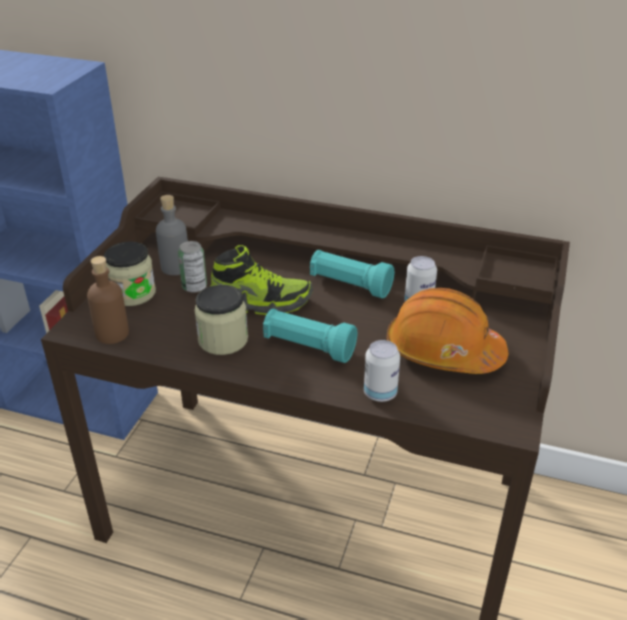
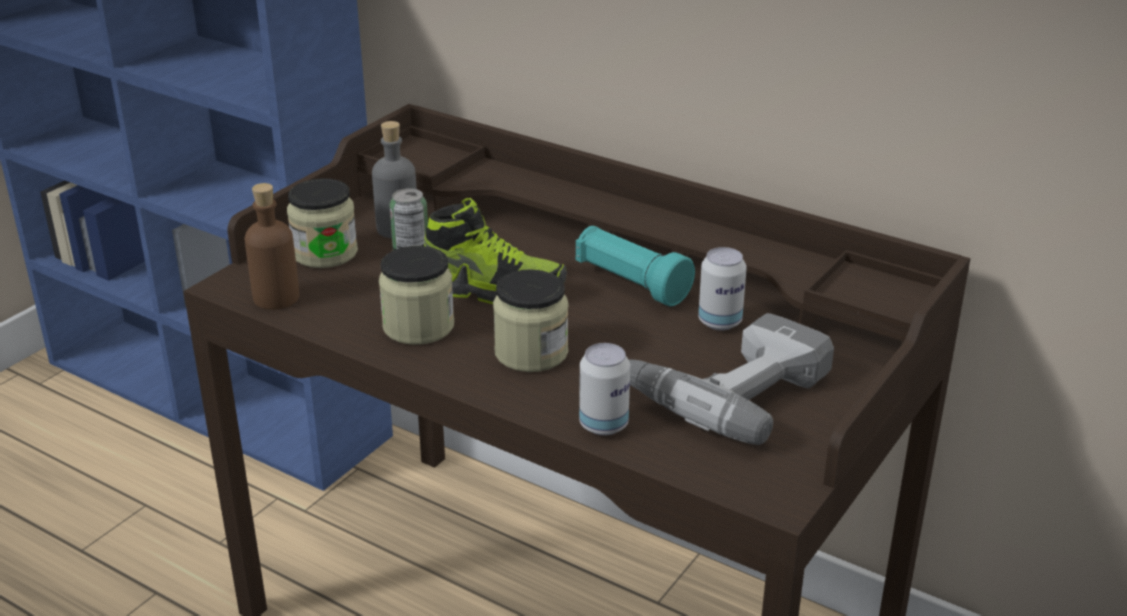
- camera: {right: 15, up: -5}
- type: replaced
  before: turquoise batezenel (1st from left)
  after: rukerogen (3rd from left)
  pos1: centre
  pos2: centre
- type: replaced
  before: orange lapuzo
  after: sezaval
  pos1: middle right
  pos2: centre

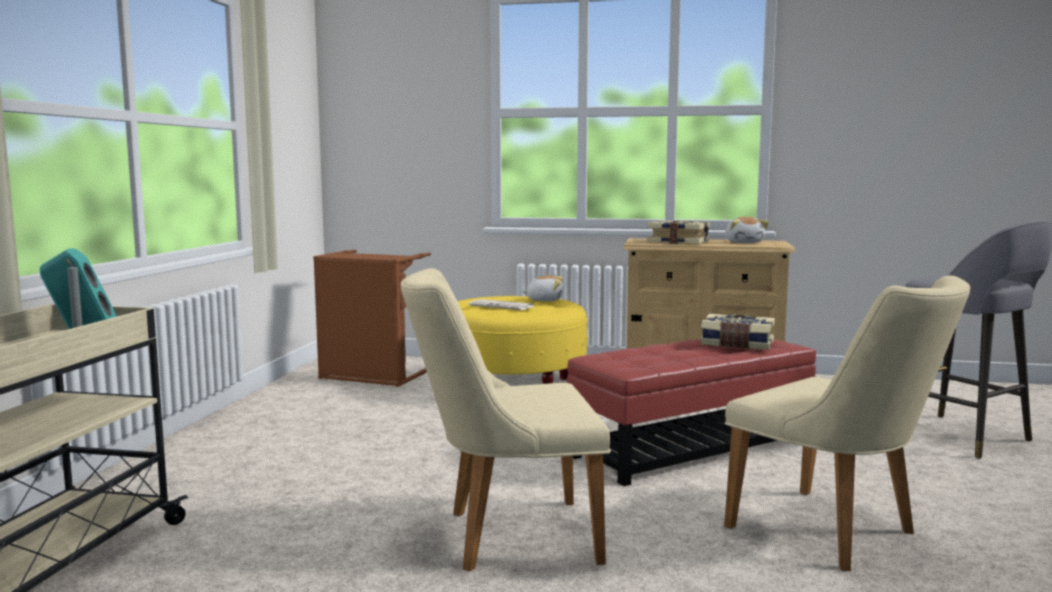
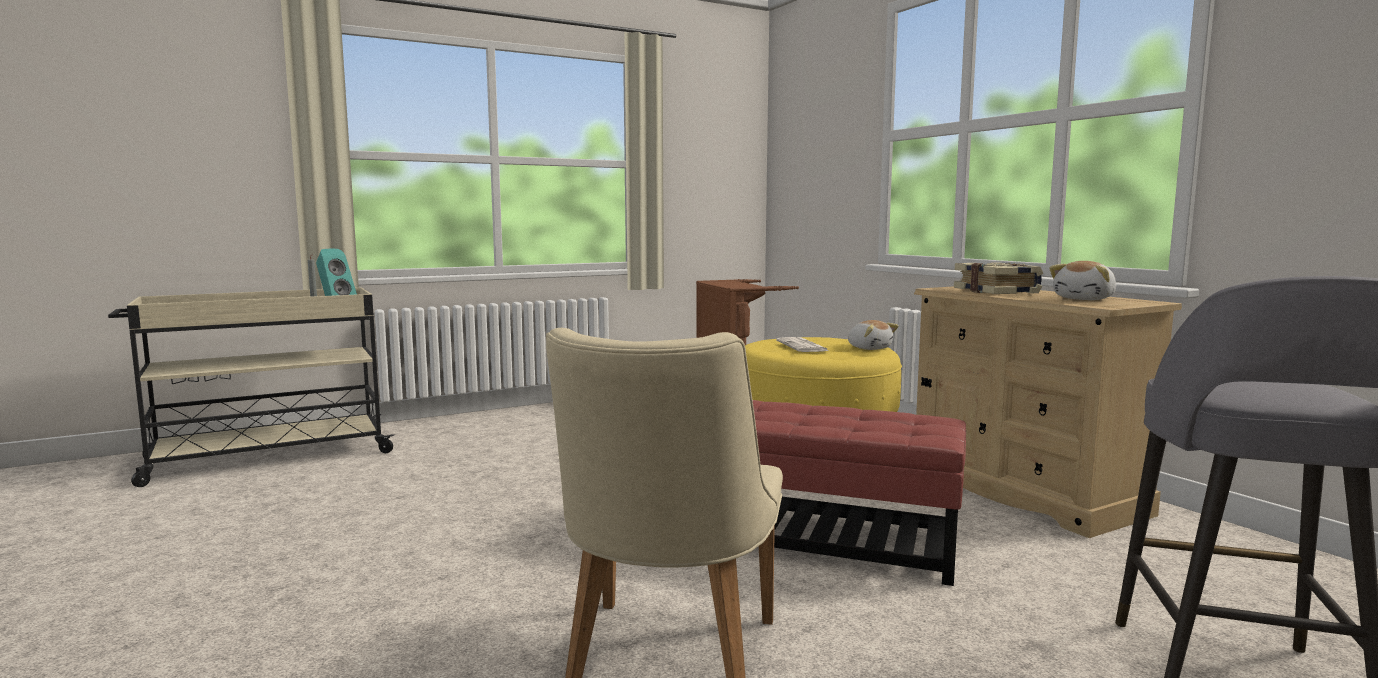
- camera: {right: 50, up: 0}
- type: removed
  before: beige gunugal (1st from left)
  pos1: bottom centre
- type: removed
  before: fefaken (2nd from left)
  pos1: middle right

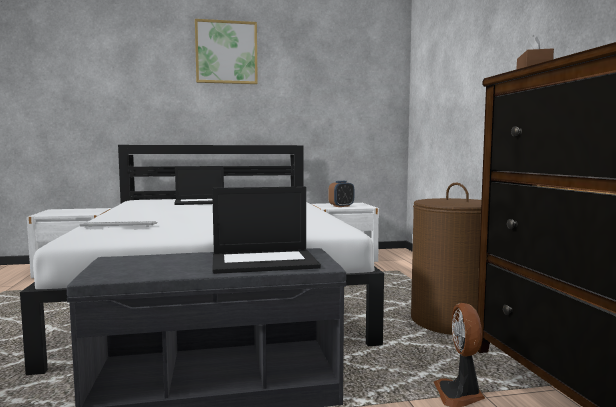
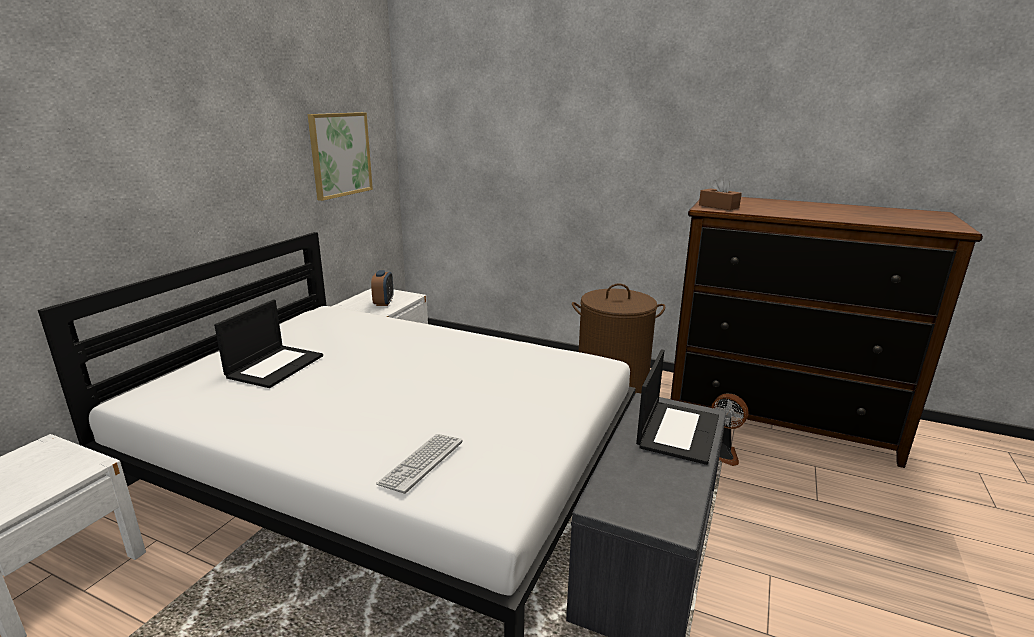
- camera: {right: -55, up: 15}
- type: moved
  before: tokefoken
  pos1: top centre
  pos2: top left

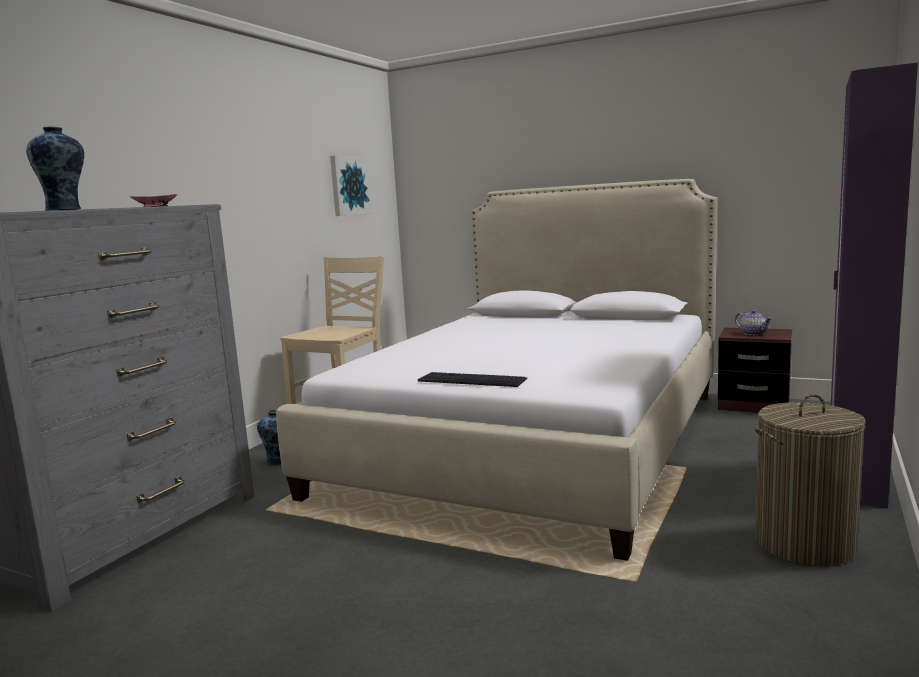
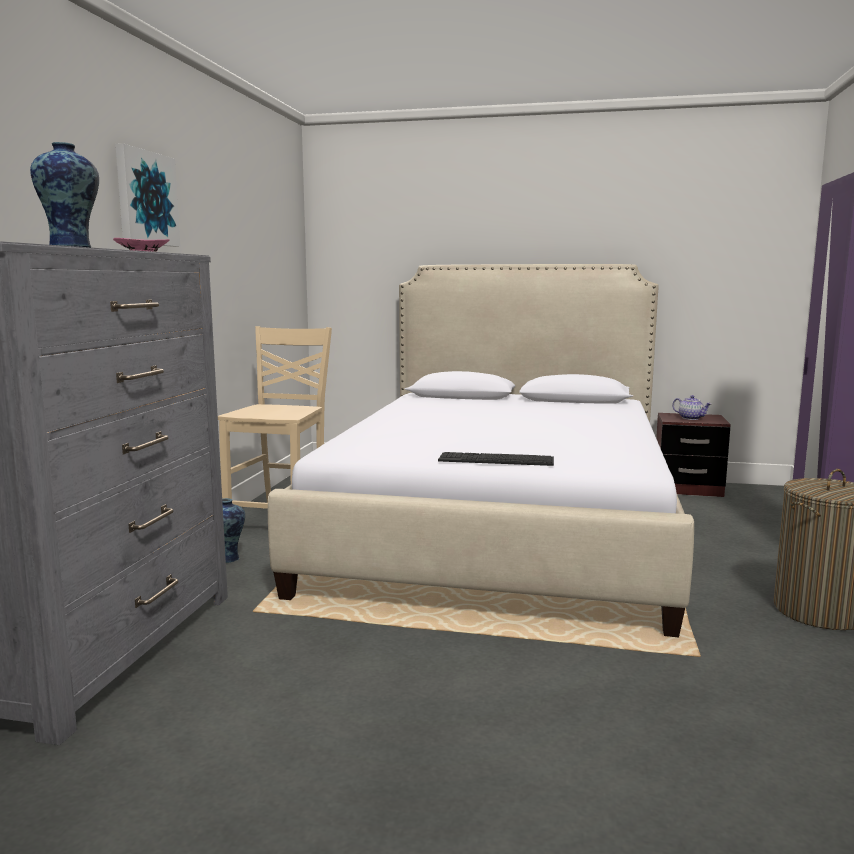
- camera: {right: -15, up: 0}
- type: moved
  before: tokefoken
  pos1: top centre
  pos2: top left

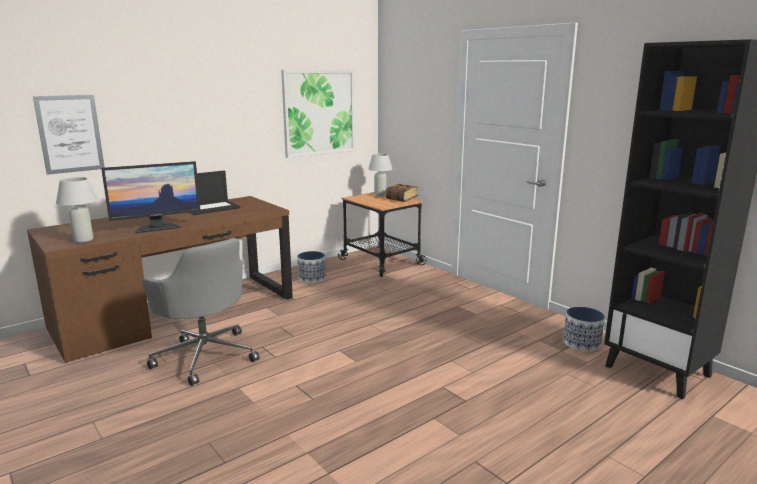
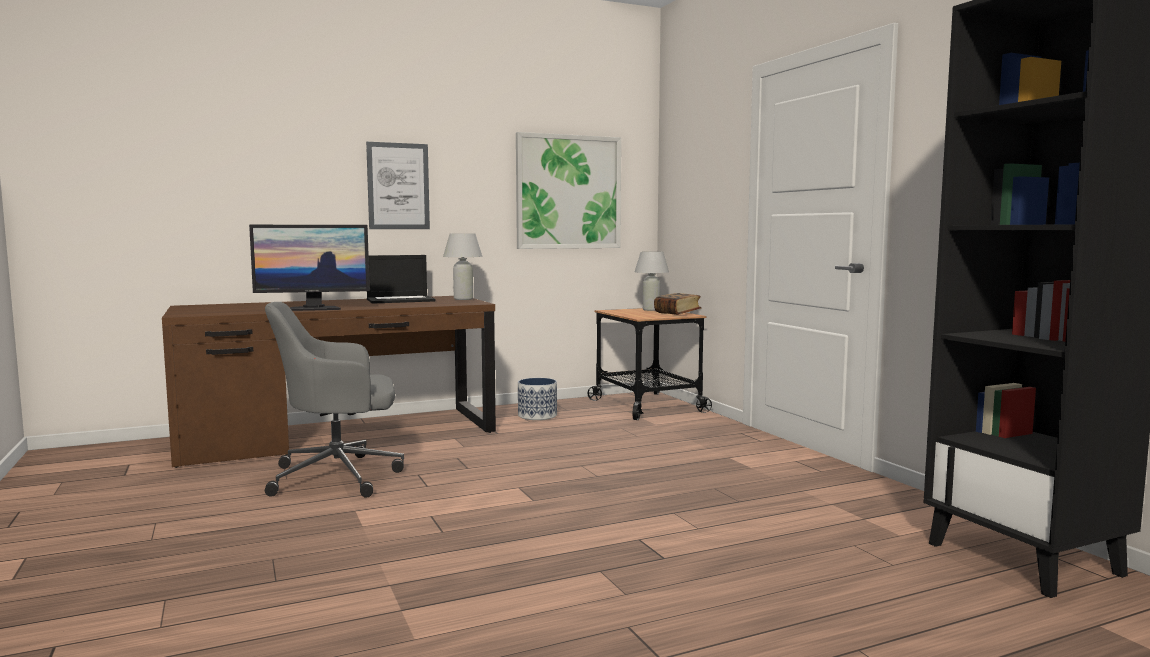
- camera: {right: 15, up: -10}
- type: moved
  before: tokefoken (1st from left)
  pos1: top left
  pos2: top centre
- type: moved
  before: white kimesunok (1st from left)
  pos1: middle left
  pos2: centre
- type: turned
  before: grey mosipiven
  pos1: middle left
  pos2: middle left
  turn: 105
- type: removed
  before: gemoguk (2nd from left)
  pos1: bottom right

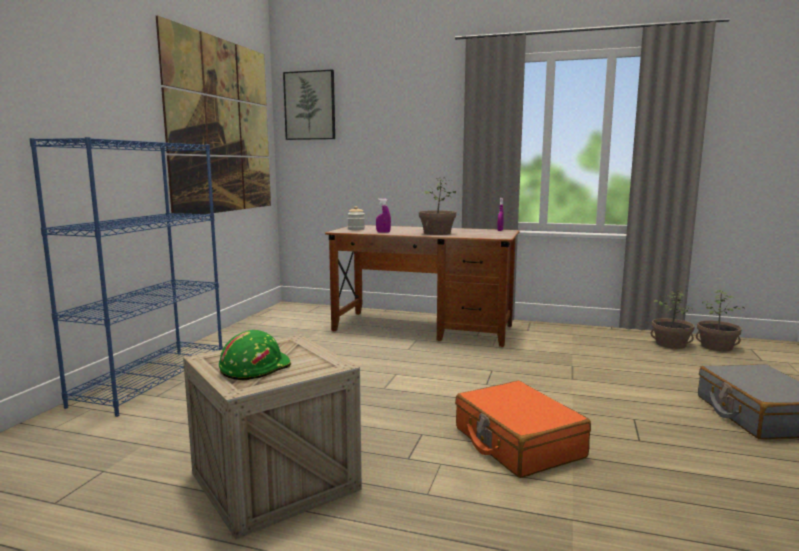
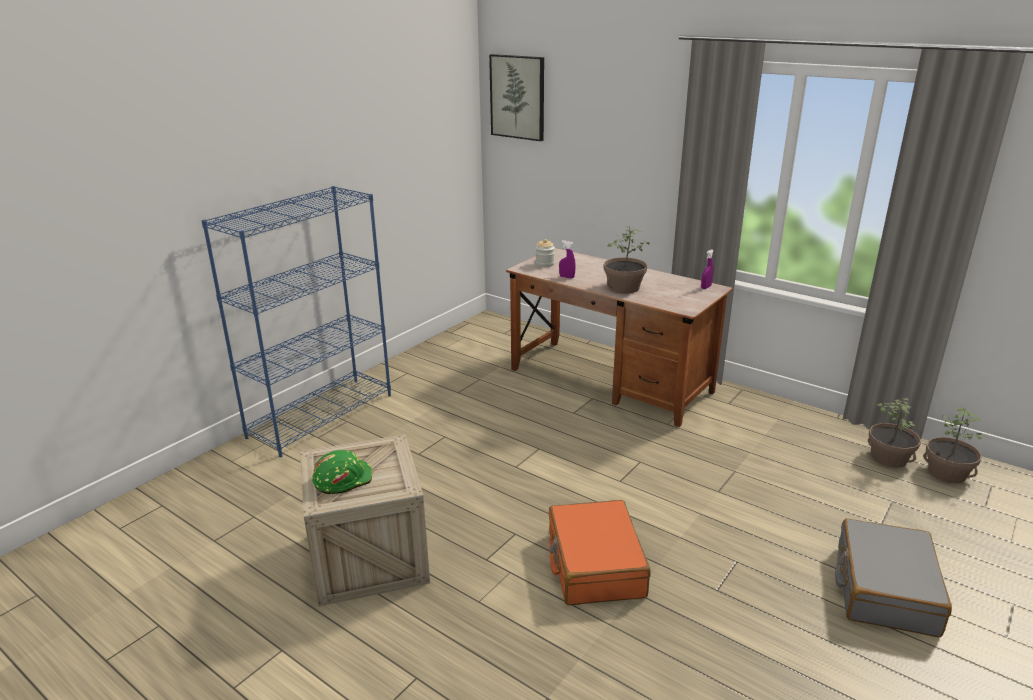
- camera: {right: 20, up: 15}
- type: removed
  before: tokefoken (1st from left)
  pos1: top left

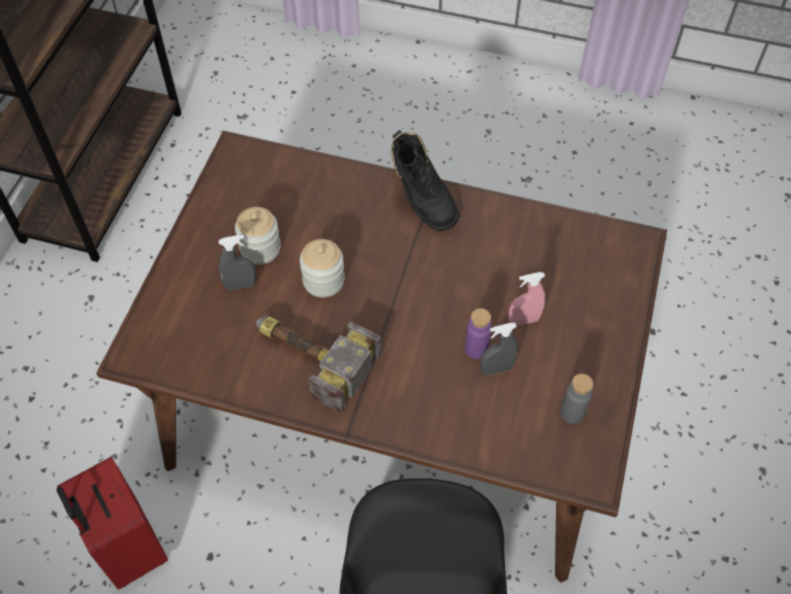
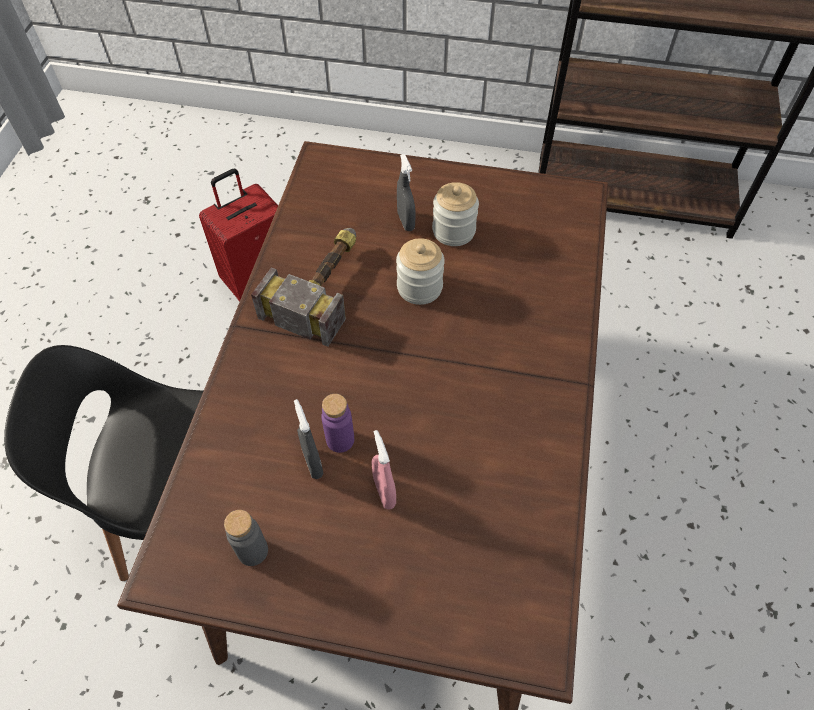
- camera: {right: 85, up: 0}
- type: removed
  before: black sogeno
  pos1: top centre

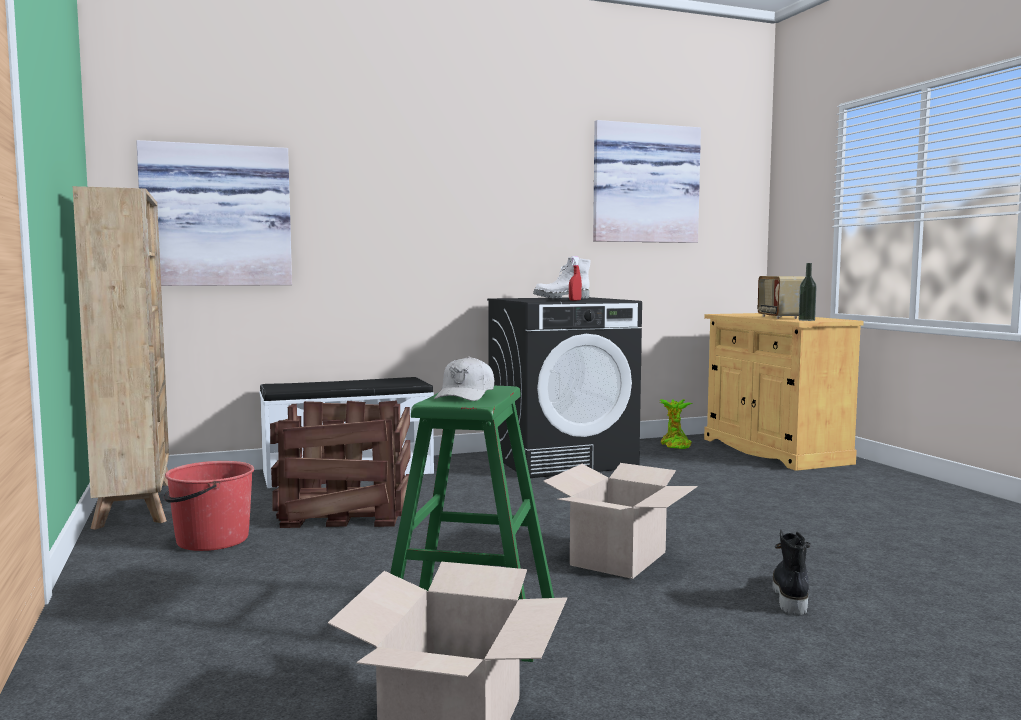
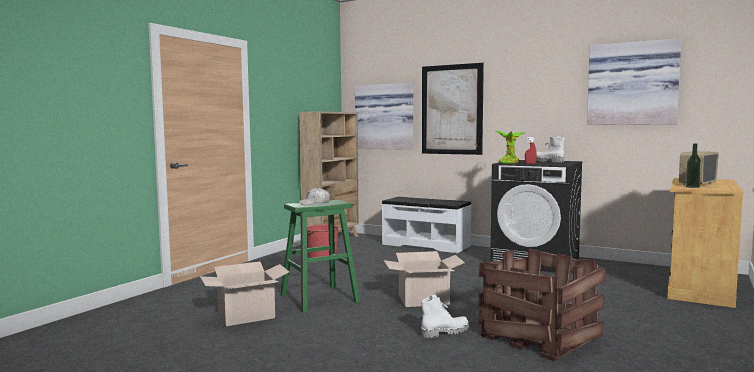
- camera: {right: 50, up: 0}
- type: moved
  before: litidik
  pos1: middle left
  pos2: bottom right
- type: moved
  before: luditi
  pos1: centre
  pos2: middle right
- type: recoloured
  before: black sogeno
  after: white sogeno (1st from left)
  pos1: bottom right
  pos2: bottom centre
- type: added
  after: tokefoken (2nd from left)
  pos2: top centre

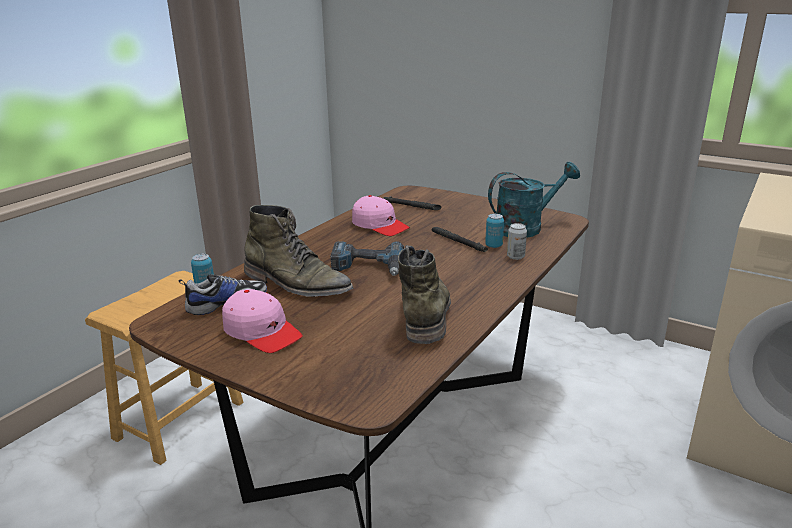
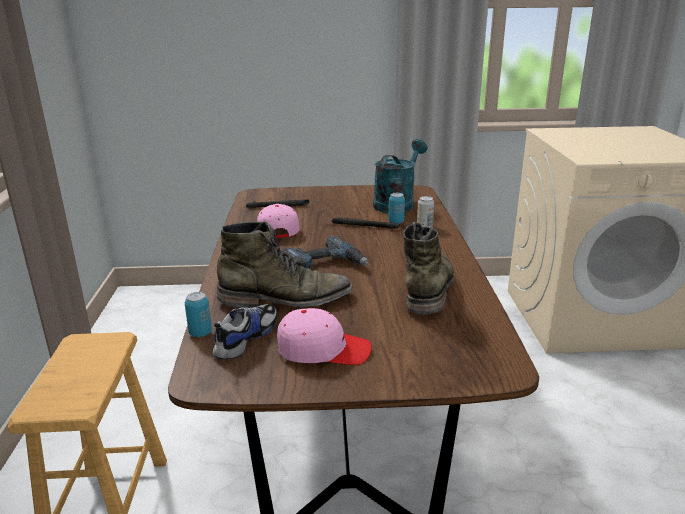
- camera: {right: -35, up: 0}
- type: turned
  before: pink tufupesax (2nd from left in the first image)
  pos1: centre
  pos2: centre
  turn: -105
- type: turned
  before: green sogeno (2nd from left)
  pos1: centre
  pos2: centre
  turn: 45

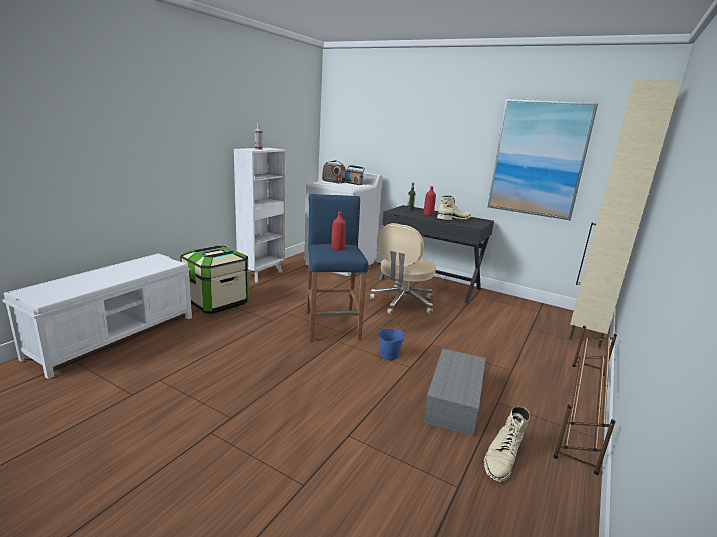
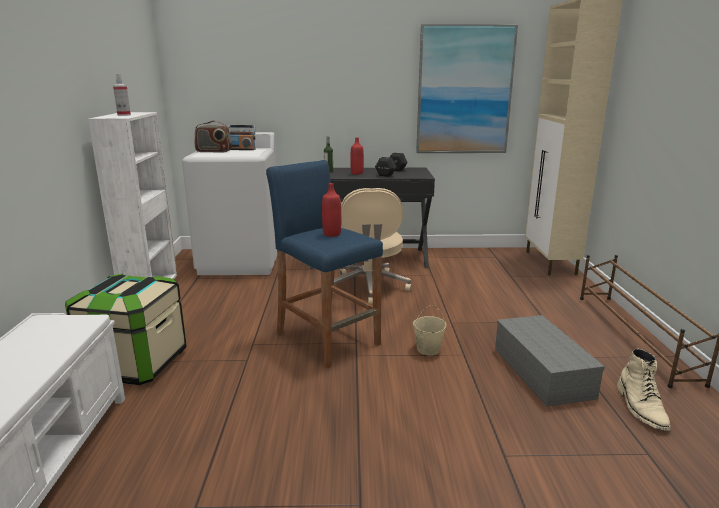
- camera: {right: -30, up: 0}
- type: recoloured
  before: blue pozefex
  after: beige pozefex
  pos1: centre
  pos2: centre
- type: replaced
  before: beige sogeno (1st from left)
  after: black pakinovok
  pos1: centre
  pos2: top centre

